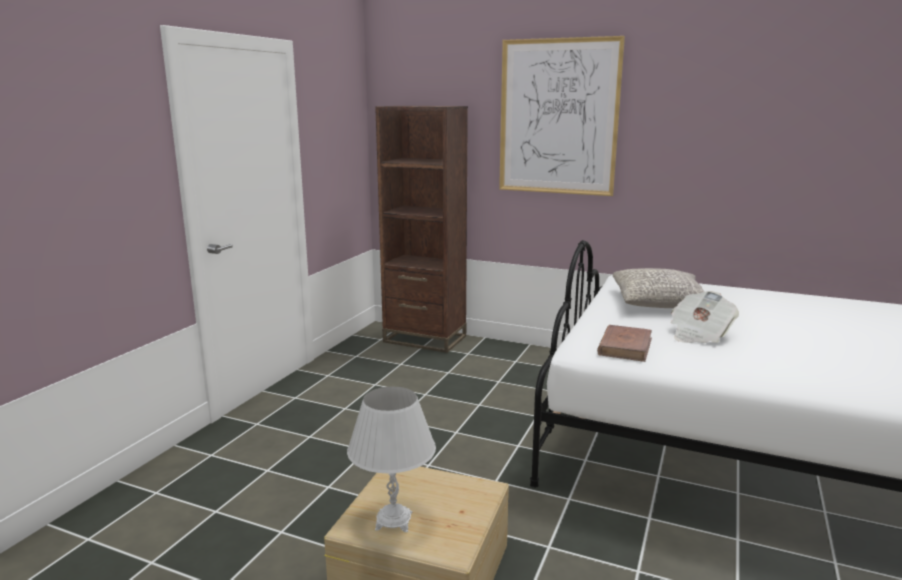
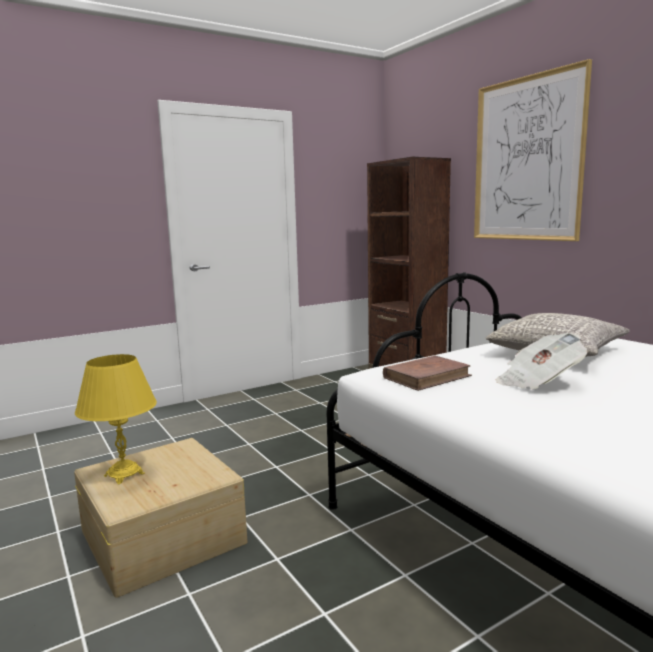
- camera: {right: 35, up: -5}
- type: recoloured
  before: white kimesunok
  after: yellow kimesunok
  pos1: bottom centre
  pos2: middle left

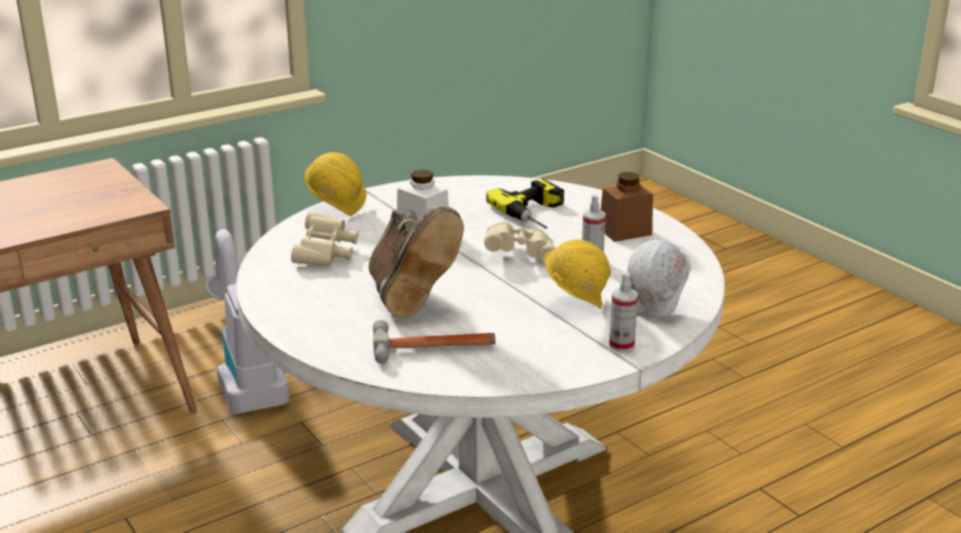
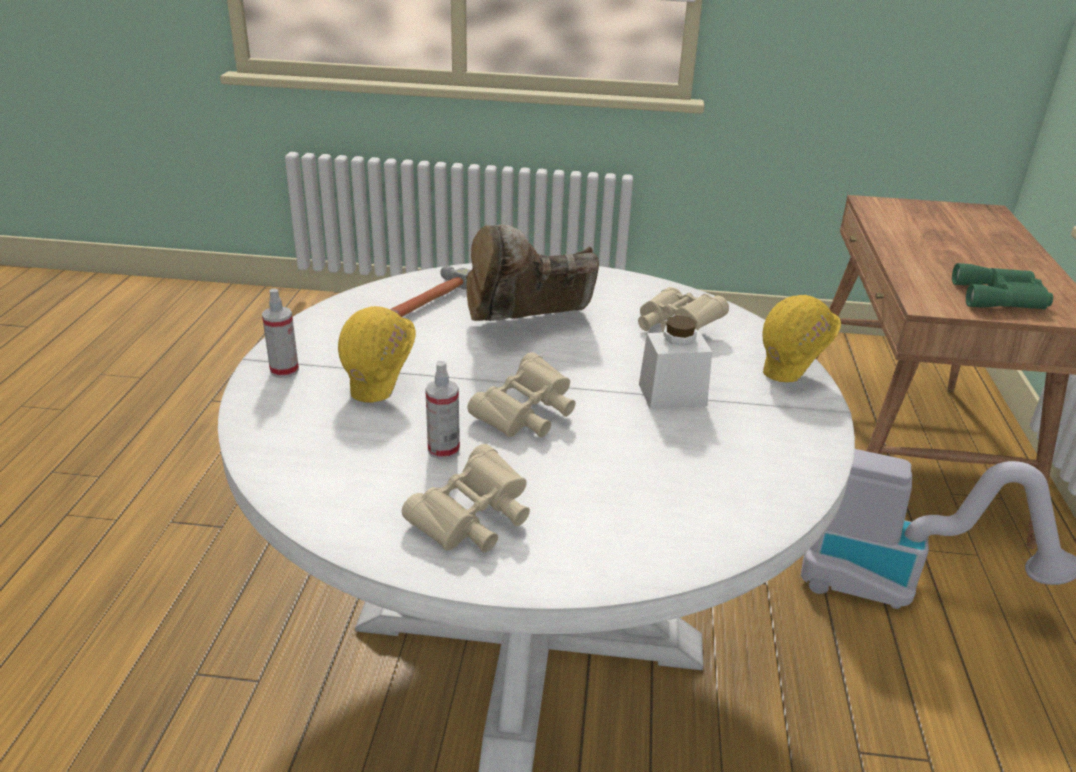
- camera: {right: 130, up: 5}
- type: turned
  before: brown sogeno
  pos1: centre
  pos2: centre
  turn: -45
- type: removed
  before: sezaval
  pos1: centre
- type: replaced
  before: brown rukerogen
  after: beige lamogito (1st from left)
  pos1: centre
  pos2: centre
- type: removed
  before: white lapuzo
  pos1: middle right
- type: added
  after: green lamogito
  pos2: middle right

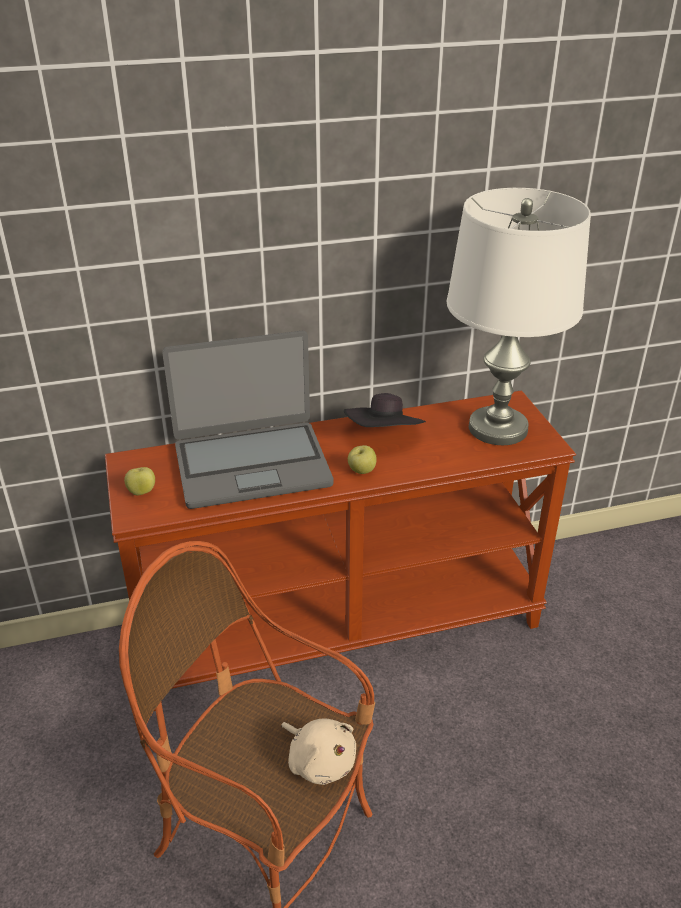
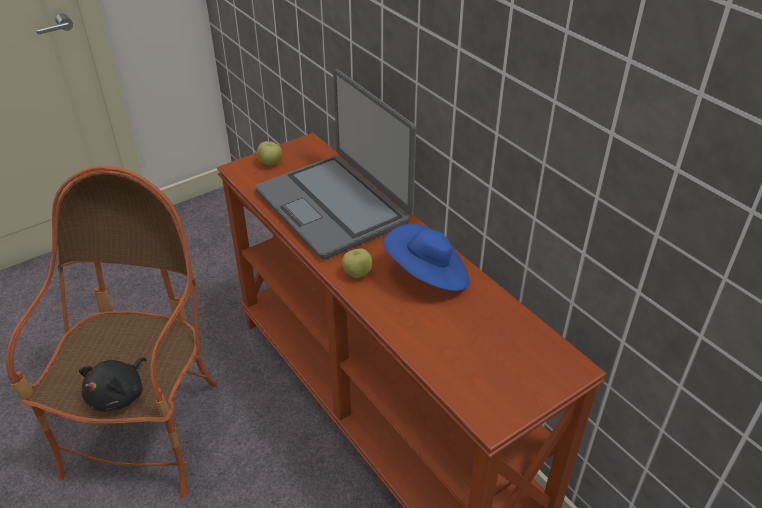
- camera: {right: 70, up: 5}
- type: recoloured
  before: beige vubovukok
  after: black vubovukok
  pos1: bottom centre
  pos2: bottom left
- type: recoloured
  before: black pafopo
  after: blue pafopo
  pos1: centre
  pos2: centre
- type: removed
  before: white kimesunok
  pos1: middle right

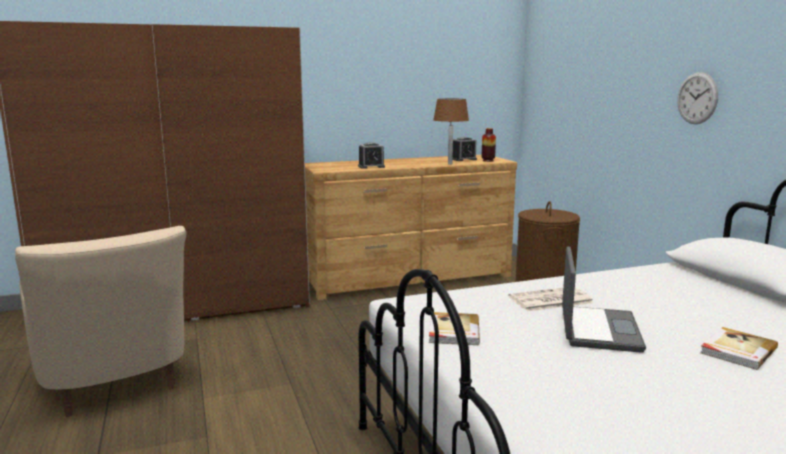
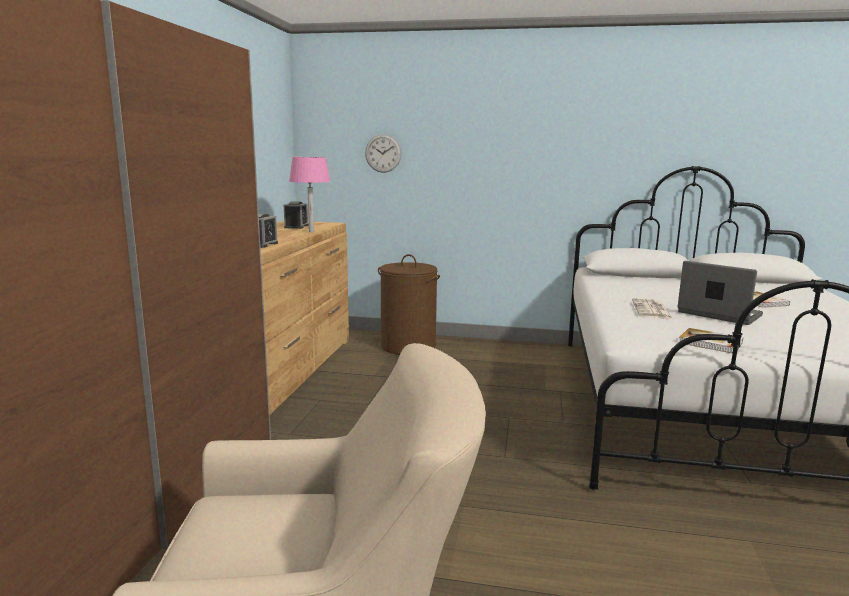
- camera: {right: -60, up: 0}
- type: recoloured
  before: brown kimesunok
  after: pink kimesunok
  pos1: top centre
  pos2: top centre
- type: removed
  before: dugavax
  pos1: top centre
- type: moved
  before: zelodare
  pos1: top right
  pos2: top centre

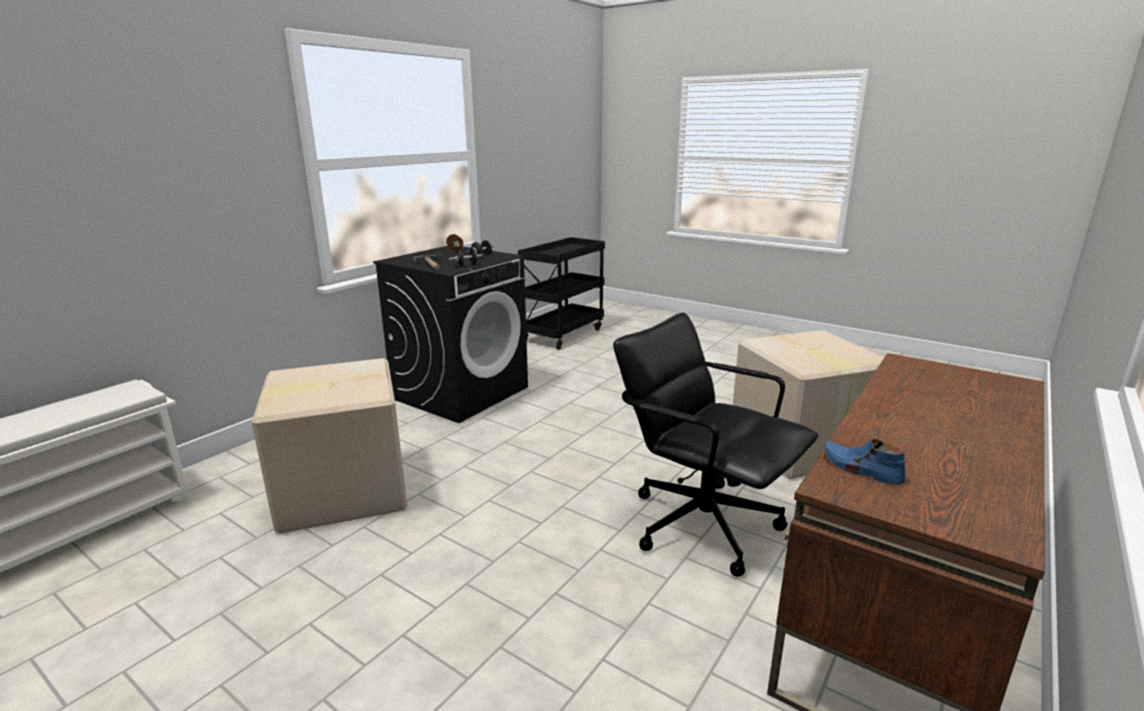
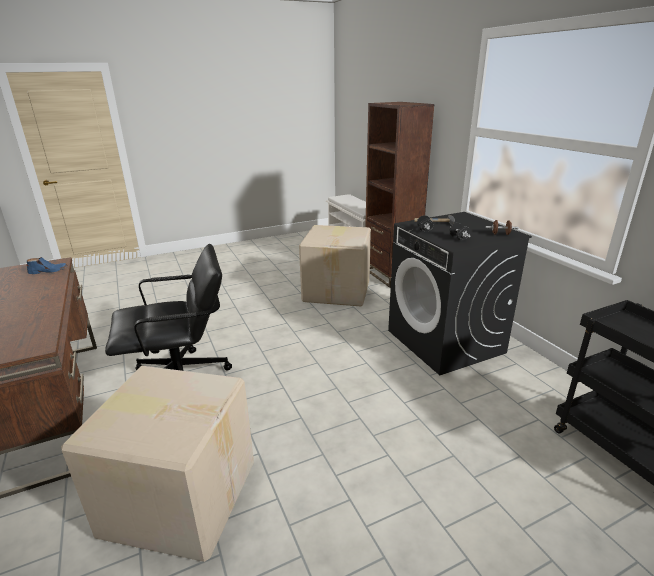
- camera: {right: 120, up: 5}
- type: added
  after: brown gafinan
  pos2: centre

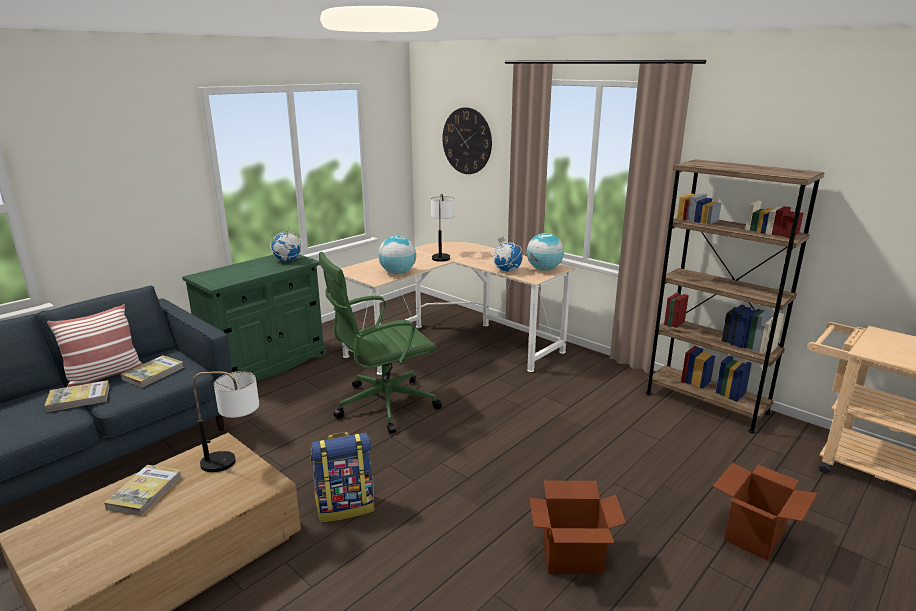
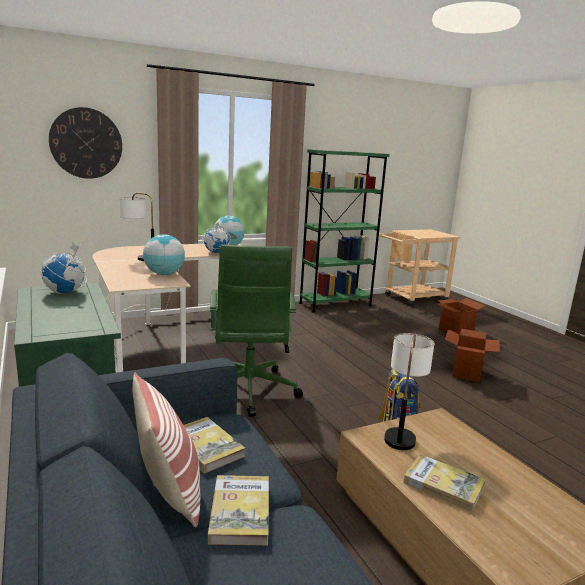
- camera: {right: -70, up: -5}
- type: recoloured
  before: brown gafinan
  after: green gafinan
  pos1: middle right
  pos2: centre

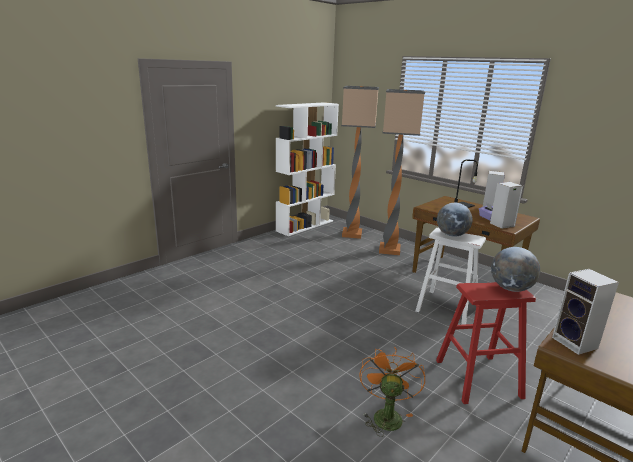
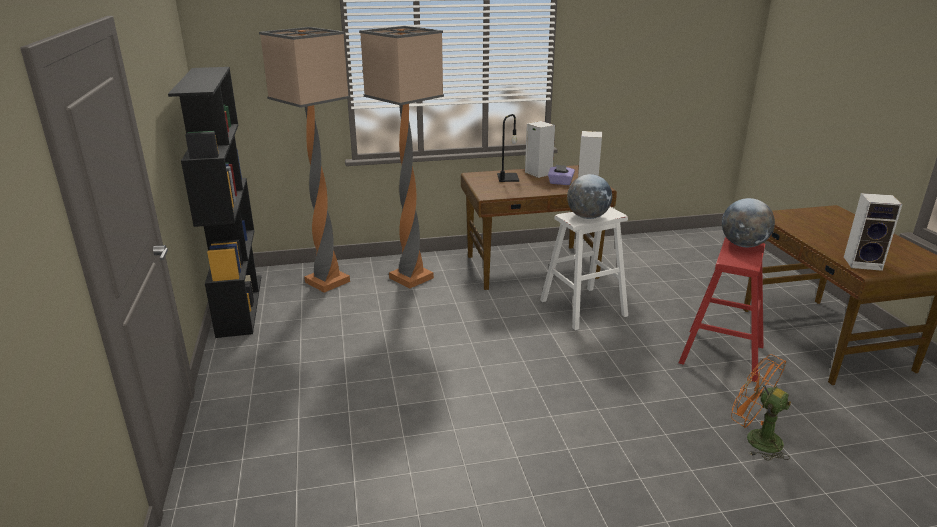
- camera: {right: -55, up: 5}
- type: recoloured
  before: white gafinan
  after: black gafinan
  pos1: centre
  pos2: middle left

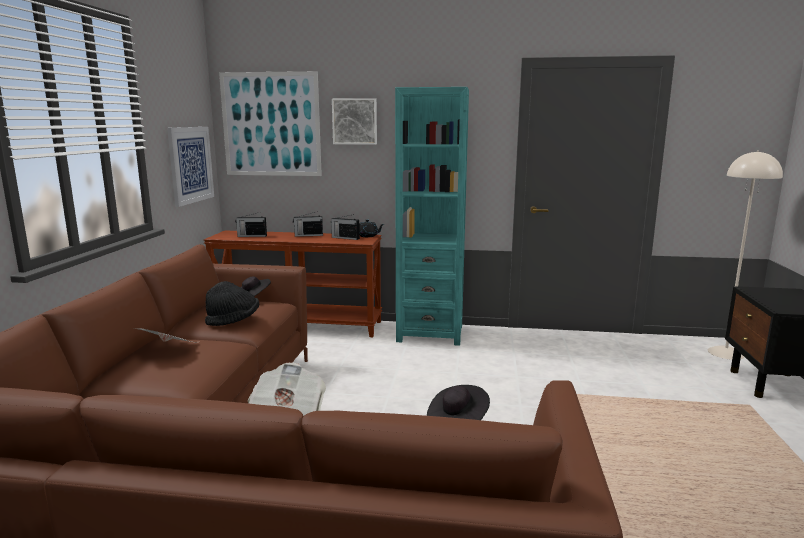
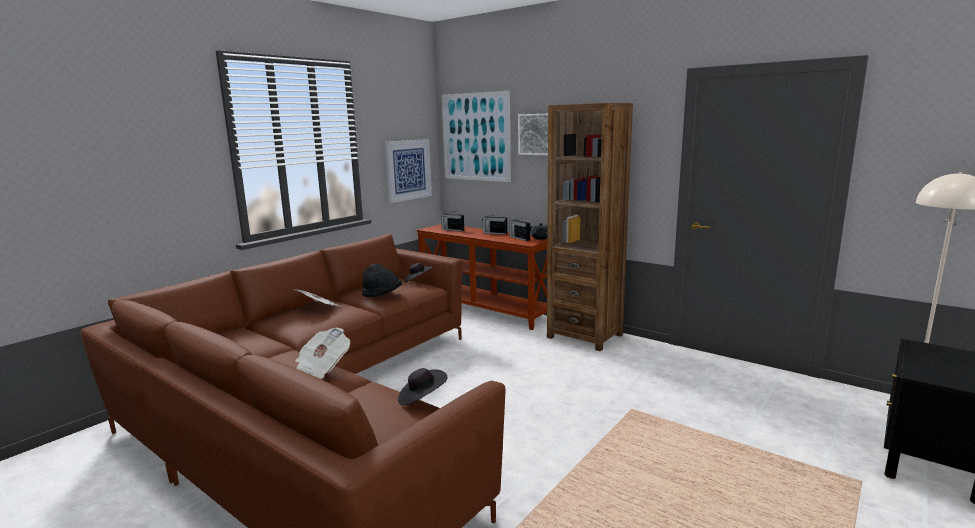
- camera: {right: 30, up: 0}
- type: recoloured
  before: turquoise gafinan
  after: brown gafinan
  pos1: centre
  pos2: centre

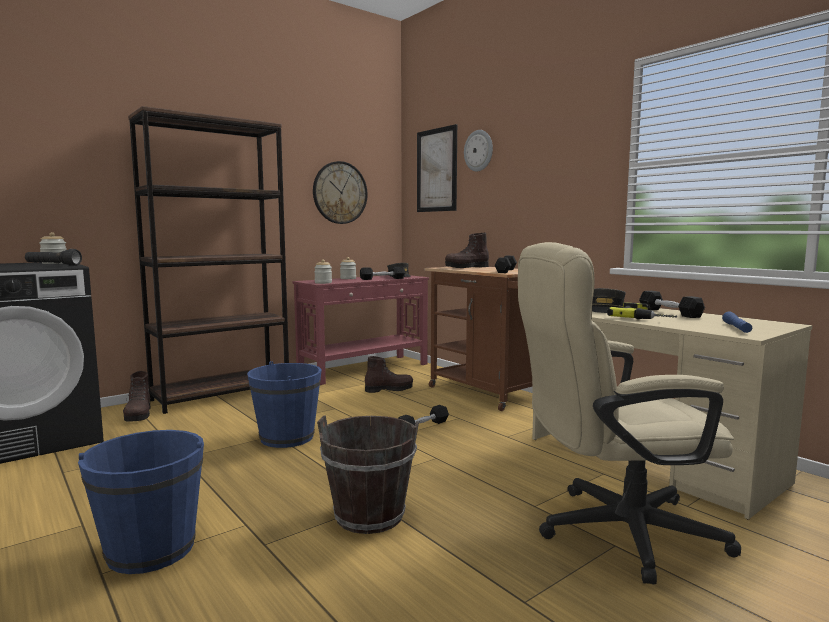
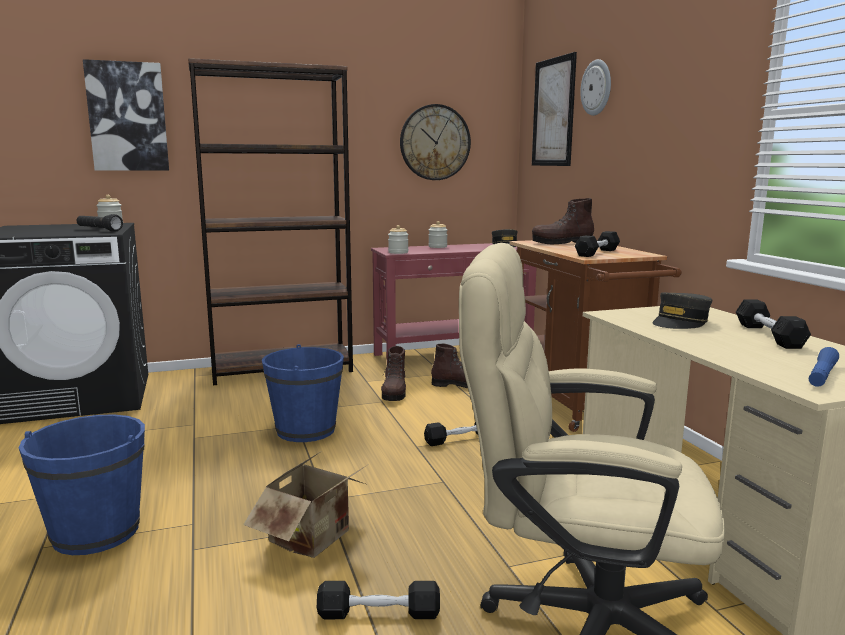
- camera: {right: 20, up: 5}
- type: moved
  before: brown sogeno (1st from left)
  pos1: middle left
  pos2: centre
- type: replaced
  before: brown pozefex
  after: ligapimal
  pos1: bottom centre
  pos2: bottom centre
- type: moved
  before: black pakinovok (1st from left)
  pos1: centre
  pos2: bottom centre
- type: removed
  before: sezaval
  pos1: middle right
- type: added
  after: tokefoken (1st from left)
  pos2: top left

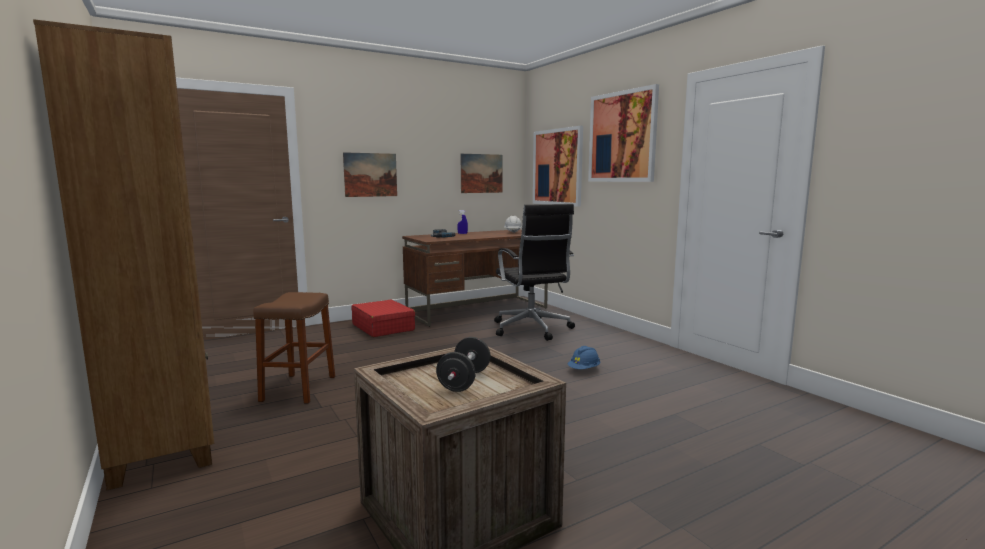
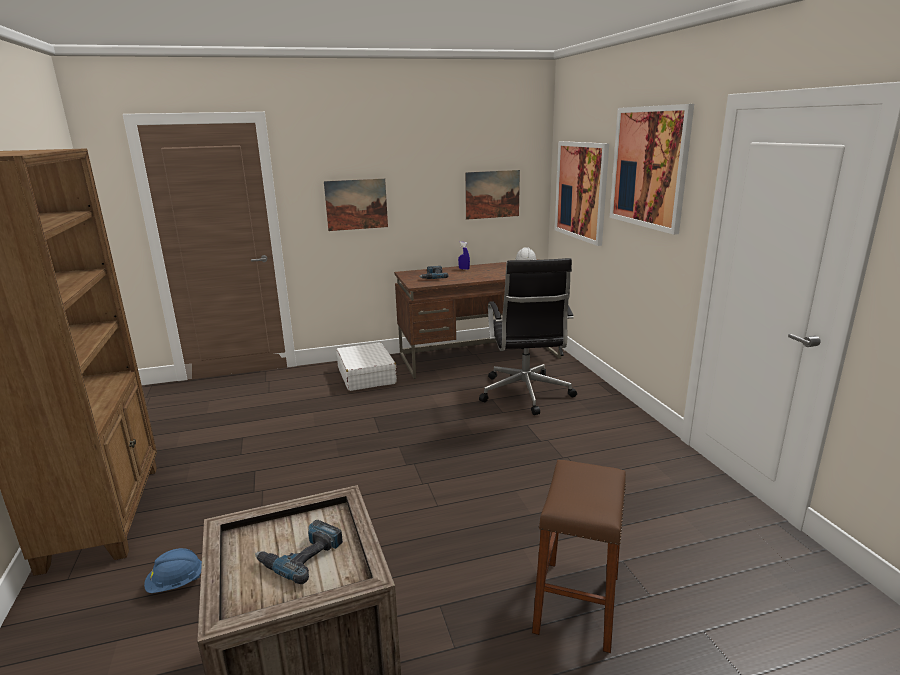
- camera: {right: 15, up: 10}
- type: moved
  before: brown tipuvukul
  pos1: middle left
  pos2: bottom centre
- type: recoloured
  before: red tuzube
  after: white tuzube
  pos1: centre
  pos2: centre
- type: replaced
  before: black pakinovok
  after: sezaval (1st from left)
  pos1: centre
  pos2: bottom left
- type: moved
  before: blue lapuzo
  pos1: centre
  pos2: bottom left

